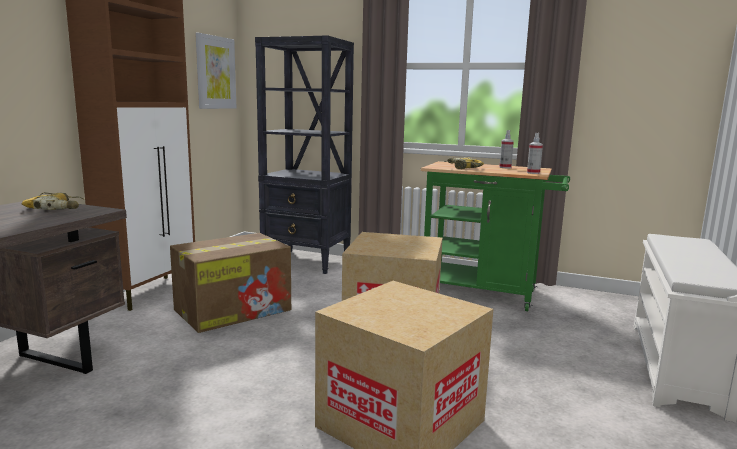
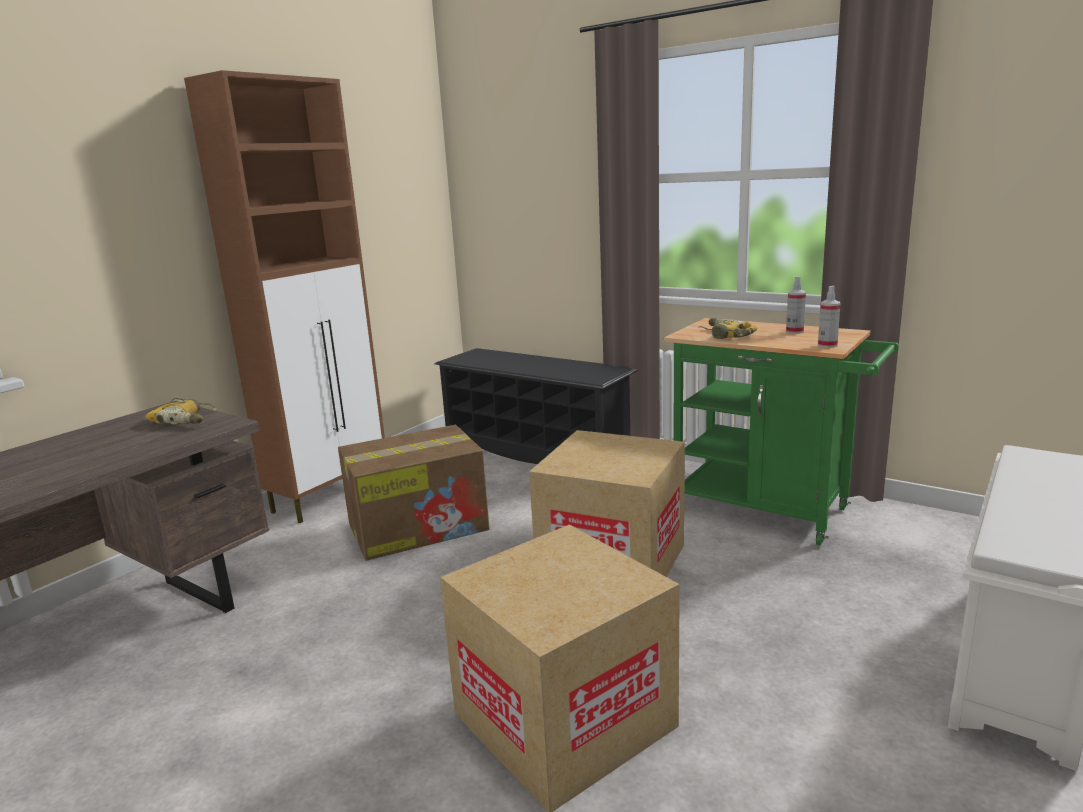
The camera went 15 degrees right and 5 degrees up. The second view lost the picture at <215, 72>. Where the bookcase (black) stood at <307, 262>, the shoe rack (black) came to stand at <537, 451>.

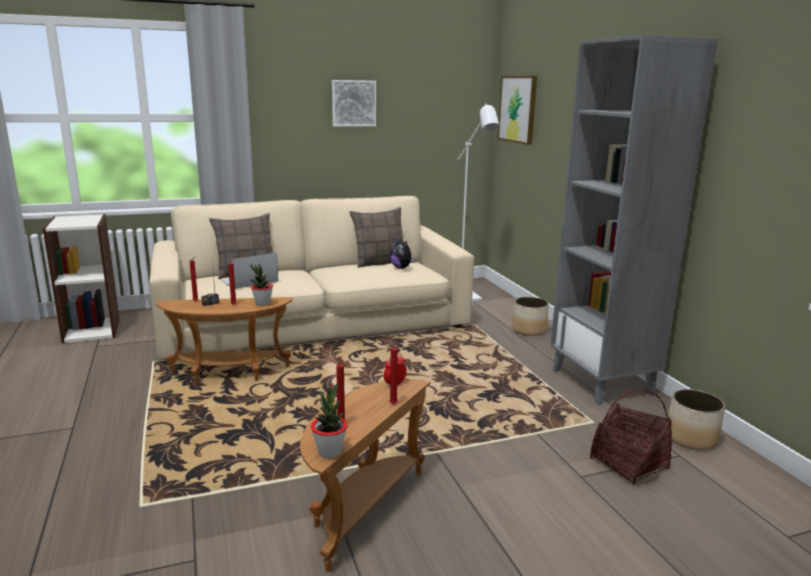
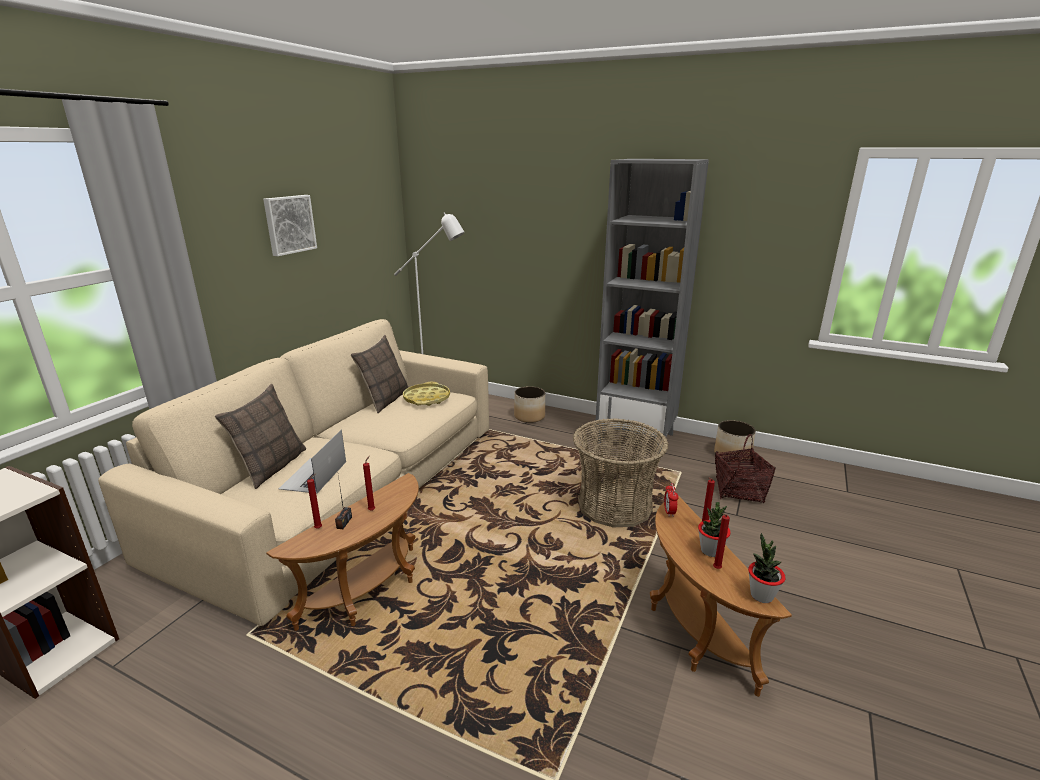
The camera went 45 degrees left and 5 degrees up. The second view lost the picture at <518, 109>. The second view gained the basket at <614, 506>. The potted plant ended up elsewhere, having gone from <262, 303> to <710, 551>. Where the plush toy stood at <401, 268>, the tray (yellow) came to stand at <427, 398>.

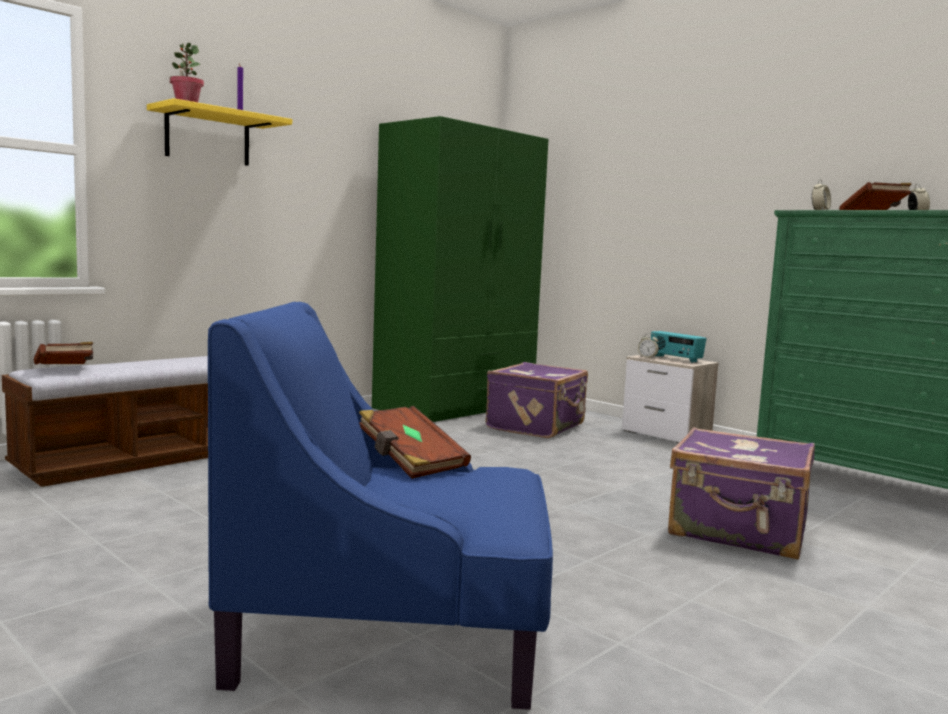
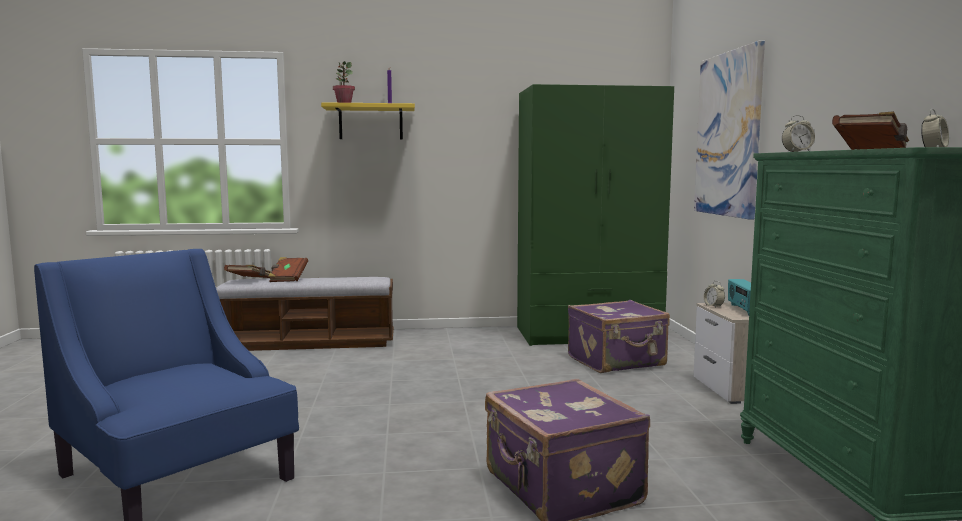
The camera went 40 degrees right and 0 degrees up. The second view gained the picture at <728, 134>. The book (brown) ended up elsewhere, having gone from <410, 462> to <288, 278>.

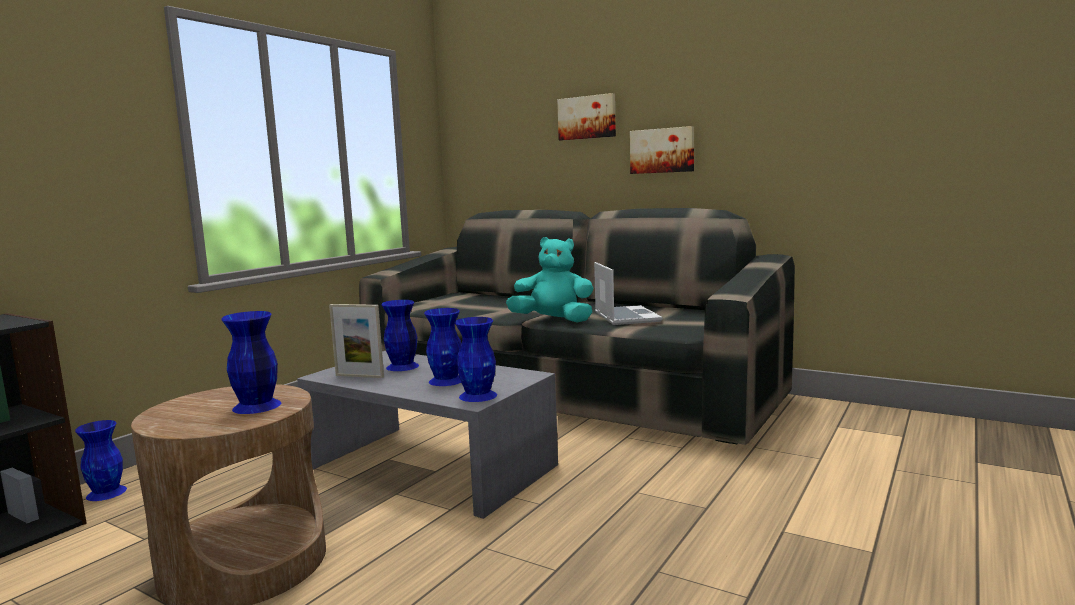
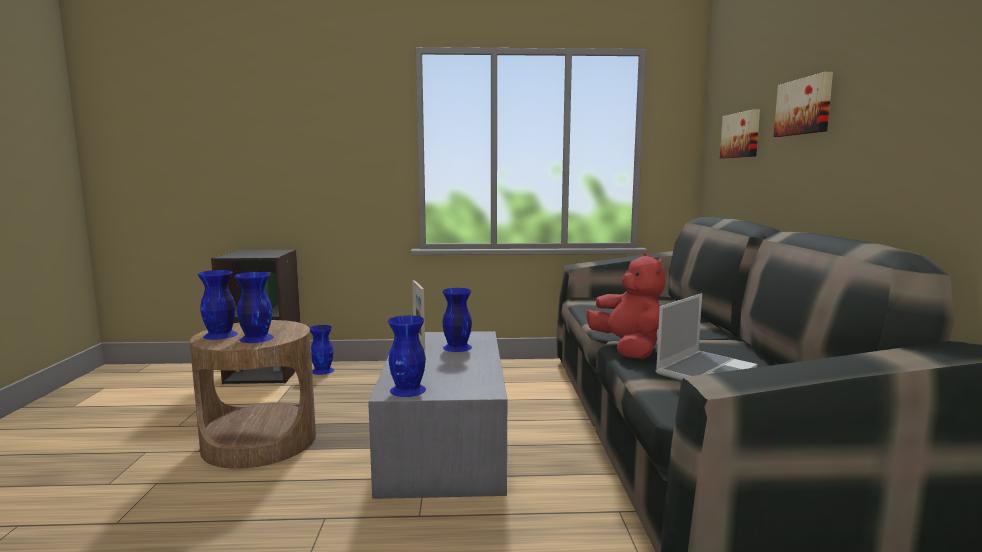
The camera went 55 degrees right and 0 degrees up. The vase (blue) ended up elsewhere, having gone from <446, 381> to <220, 335>. The picture ended up elsewhere, having gone from <662, 150> to <741, 135>. What was the plush toy (turquoise) at <553, 321> turned into the plush toy (red) at <628, 349>.

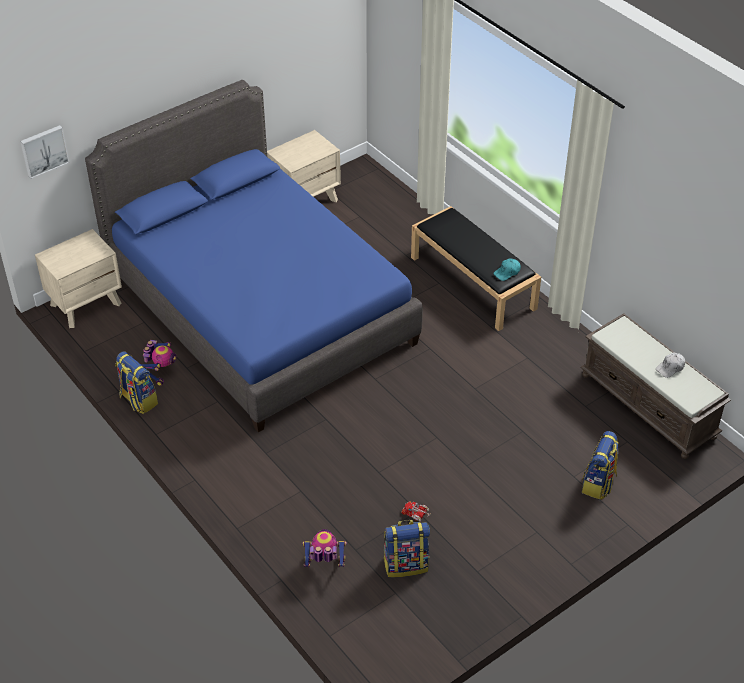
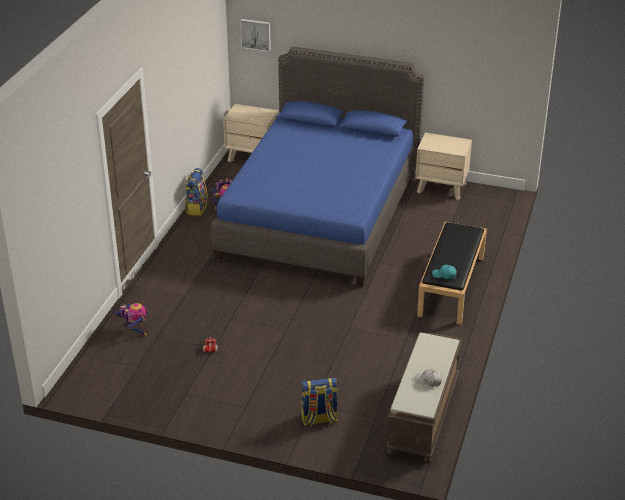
The camera went 55 degrees right and 10 degrees down. The second view lost the backpack at <406, 564>.

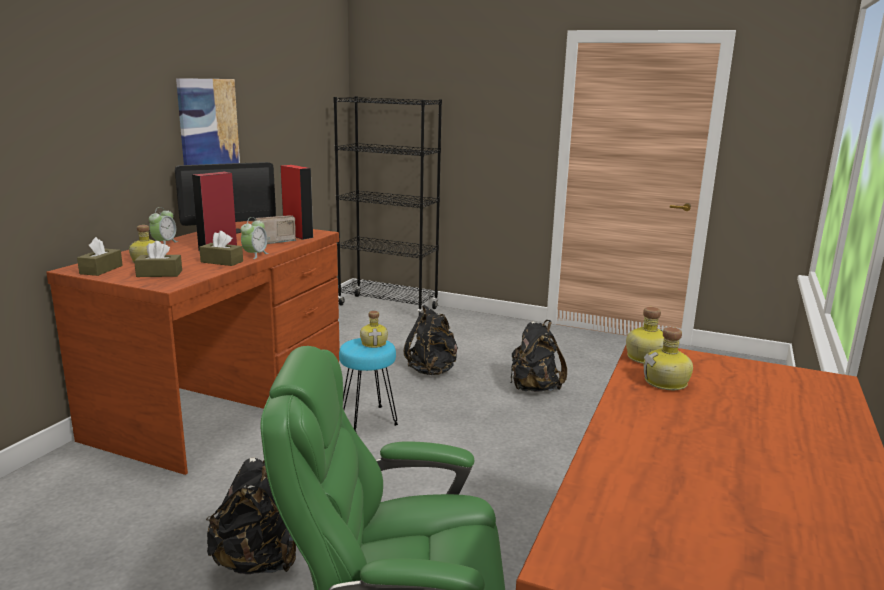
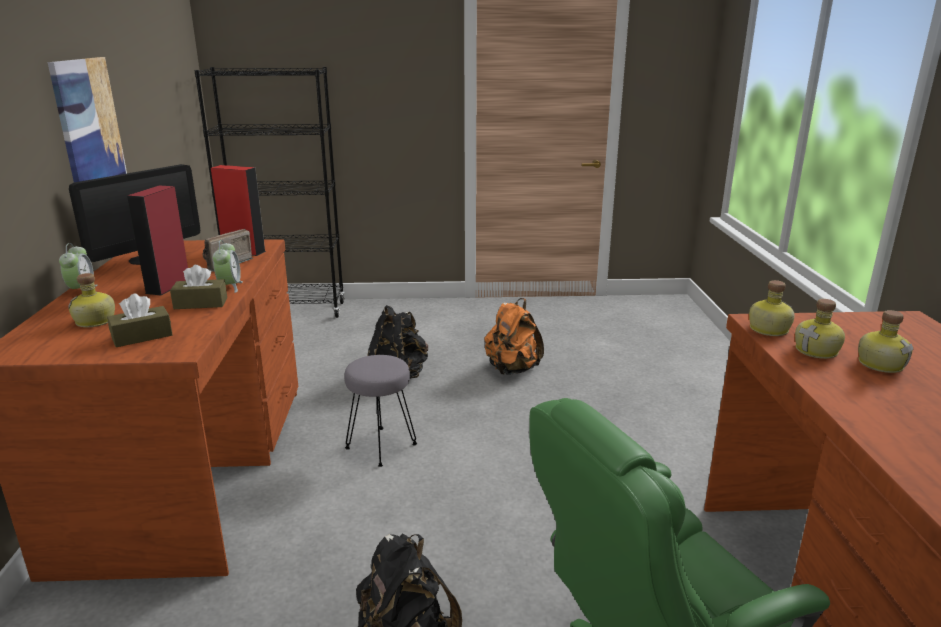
The camera went 25 degrees left and 5 degrees up. The second view lost the tissue box (brown) at <101, 270>. The bottle ended up elsewhere, having gone from <374, 343> to <880, 364>. What was the stool (turquoise) at <368, 420> turned into the stool (grey) at <381, 447>. What was the backpack (black) at <534, 388> turned into the backpack (orange) at <512, 369>.

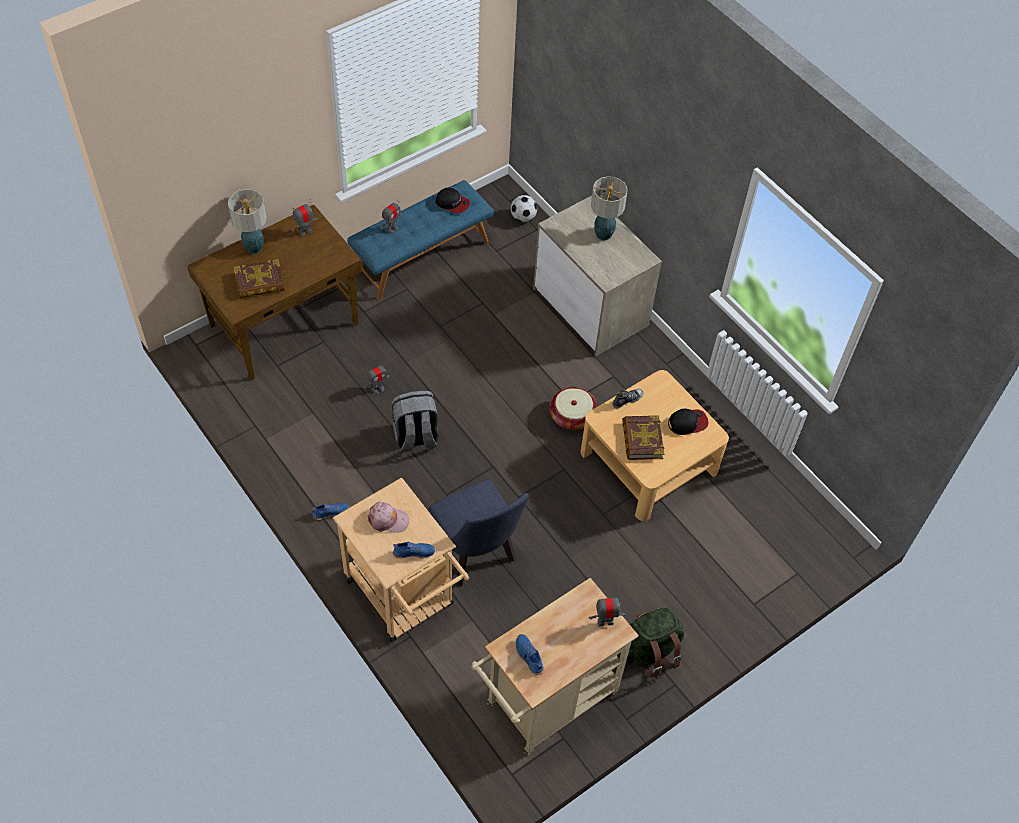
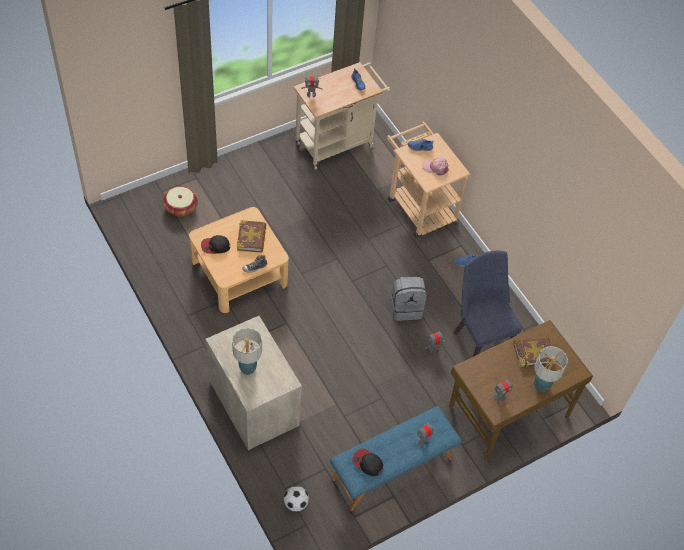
The camera went 175 degrees left and 0 degrees up. The second view lost the backpack (green) at <648, 651>. The chair (blue) ended up elsewhere, having gone from <477, 556> to <479, 337>. The basket ended up elsewhere, having gone from <572, 416> to <180, 207>.

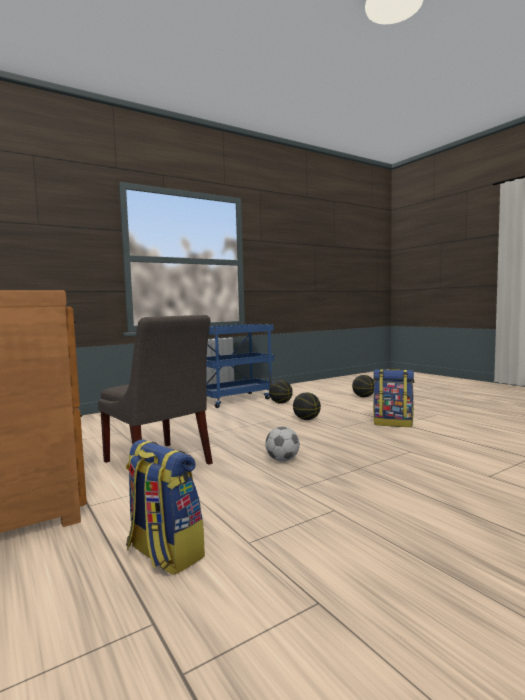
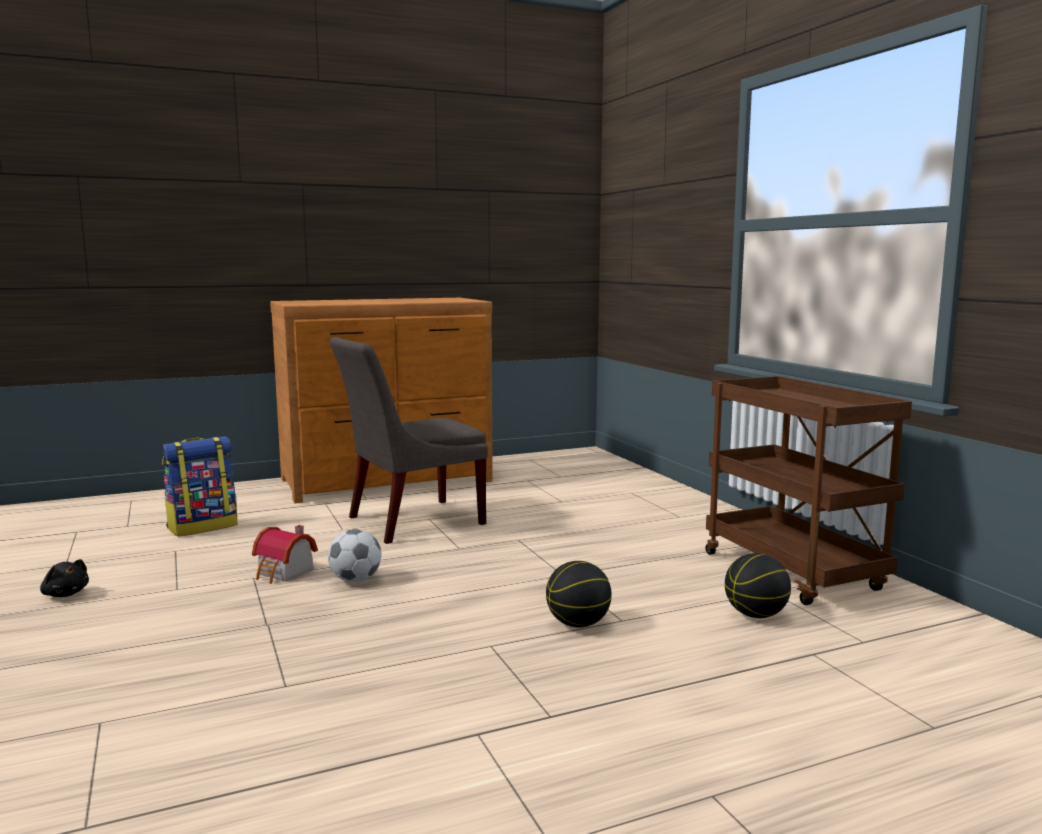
The camera went 100 degrees right and 5 degrees up. The second view lost the basketball at <363, 397>. The second view lost the backpack at <393, 423>. The second view gained the plush toy (black) at <65, 594>. The second view gained the toy house at <284, 573>. What was the cart (blue) at <236, 399> turned into the cart (brown) at <794, 573>.

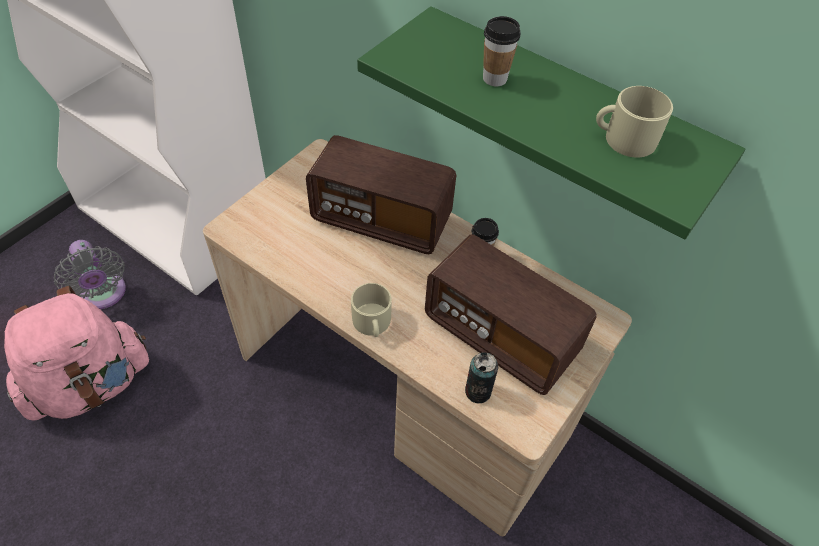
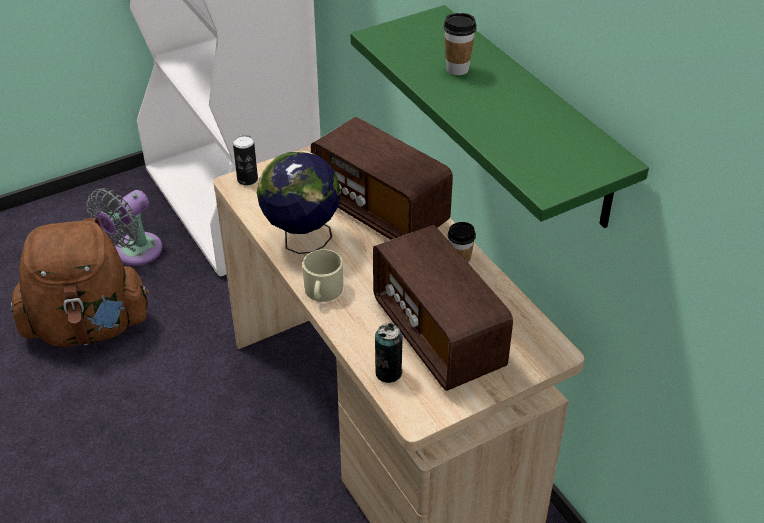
The camera went 25 degrees right and 10 degrees down. The second view lost the mug (beige) at <624, 138>. The second view gained the can at <247, 179>. The second view gained the globe at <302, 241>. What was the backpack (pink) at <91, 384> turned into the backpack (brown) at <88, 326>. The fan (grey) at <103, 295> ended up facing another way, 45 degrees clockwise from before.

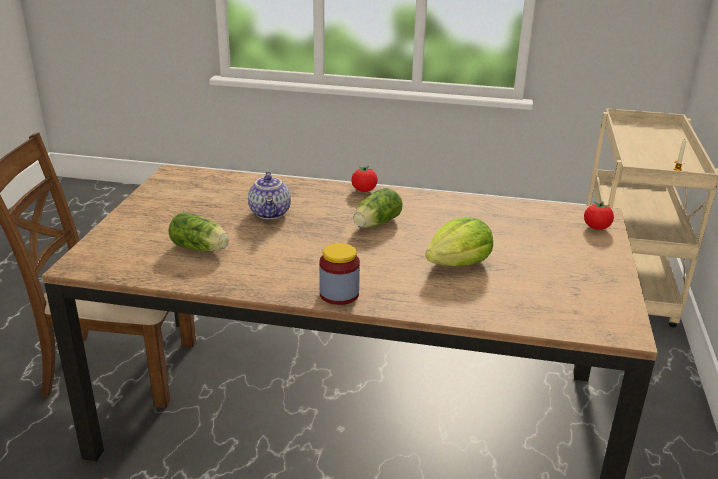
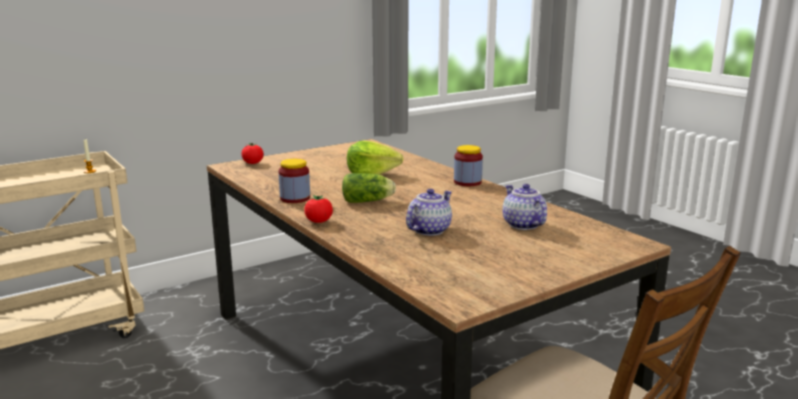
The camera went 135 degrees left and 10 degrees down. The second view gained the jar at <295, 198>. Where the lettuce stood at <201, 249>, the teapot came to stand at <522, 225>.

